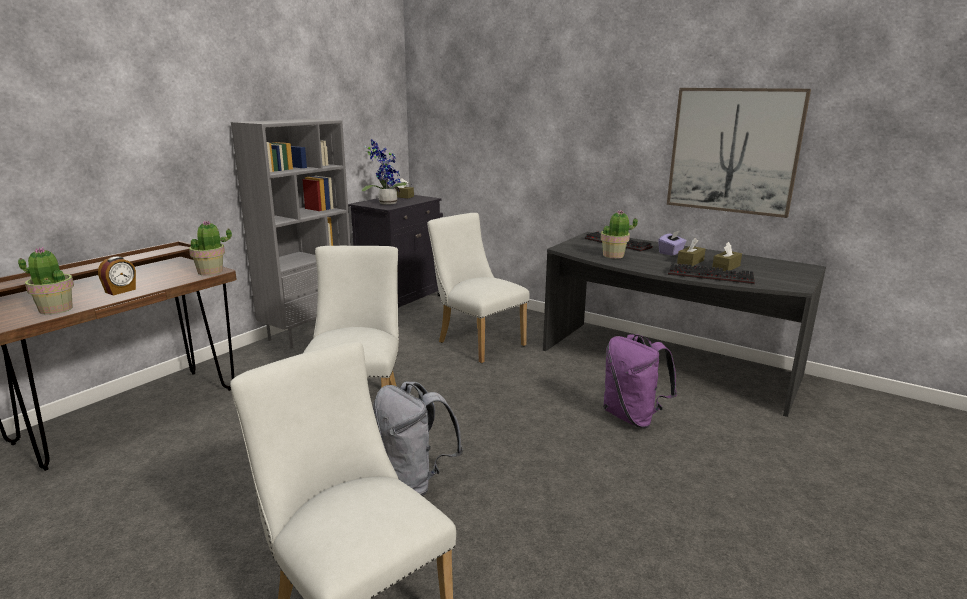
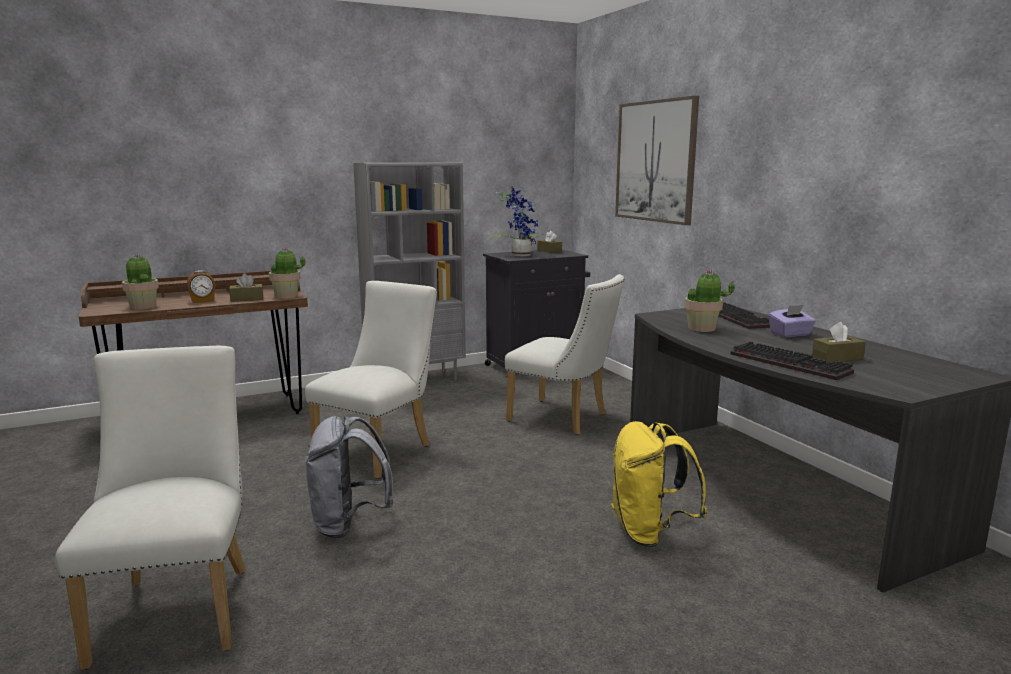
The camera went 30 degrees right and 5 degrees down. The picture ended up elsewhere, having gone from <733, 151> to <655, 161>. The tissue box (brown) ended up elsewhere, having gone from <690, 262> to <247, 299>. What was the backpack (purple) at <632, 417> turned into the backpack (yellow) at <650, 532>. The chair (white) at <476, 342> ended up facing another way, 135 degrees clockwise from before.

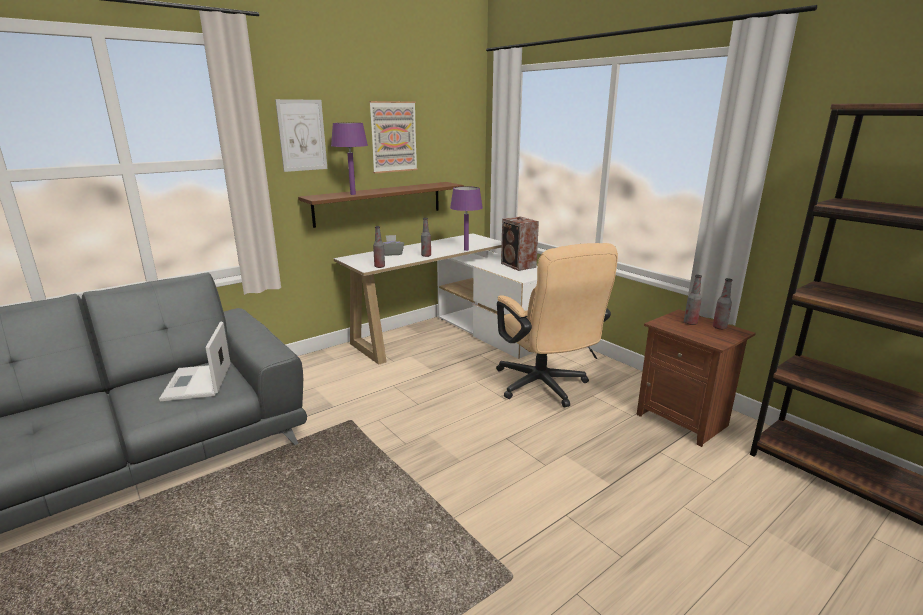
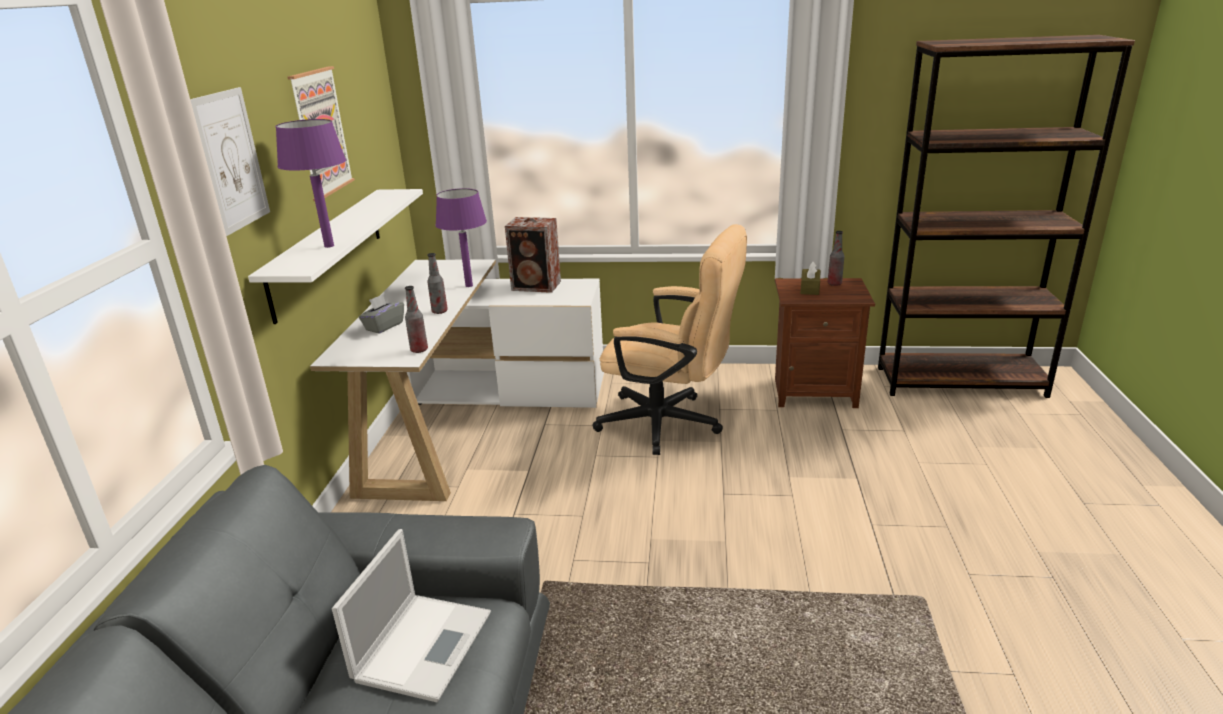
The camera went 45 degrees left and 5 degrees up. Where the bottle stood at <690, 323>, the tissue box (brown) came to stand at <810, 288>. What was the shelf (brown) at <379, 203> turned into the shelf (white) at <328, 250>. The laptop at <197, 383> ended up facing another way, 105 degrees counterclockwise from before.

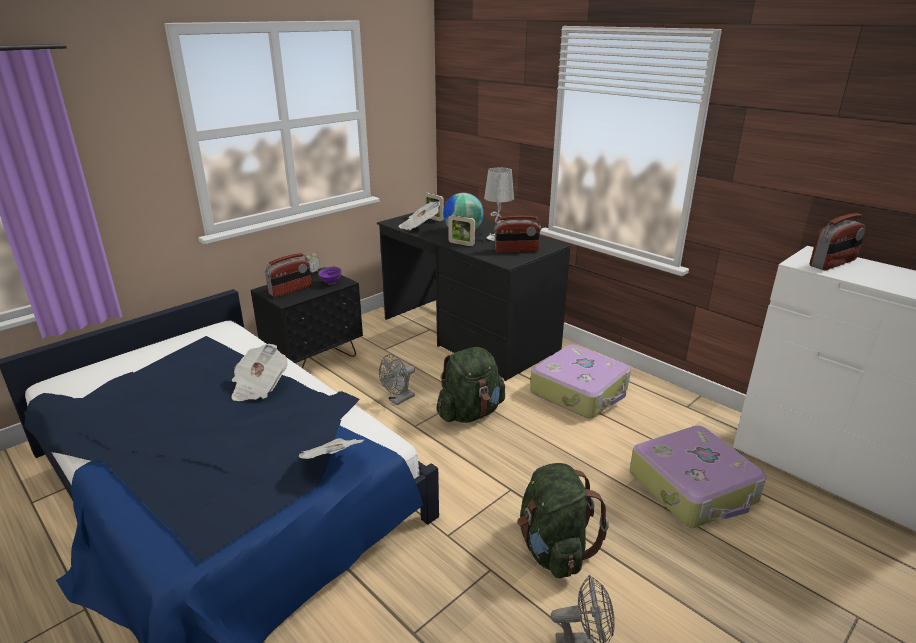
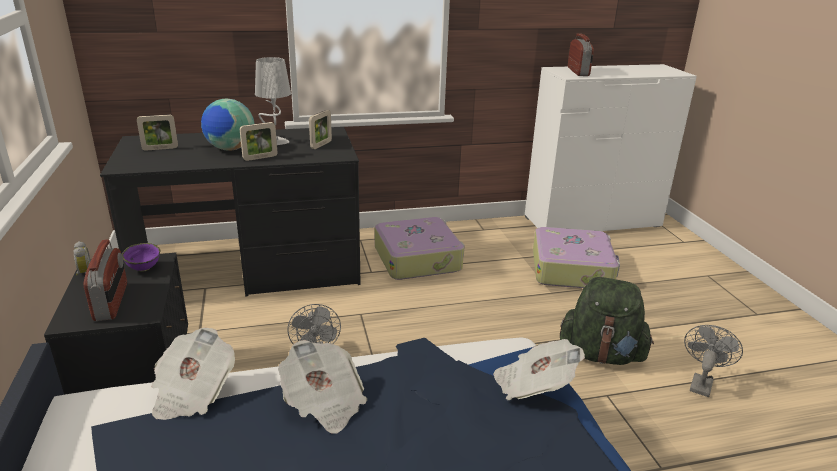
The camera went 60 degrees left and 0 degrees up. The second view lost the backpack (green) at <470, 413>. The newspaper ended up elsewhere, having gone from <419, 227> to <192, 392>. Where the radio stood at <516, 250>, the picture frame came to stand at <321, 145>.

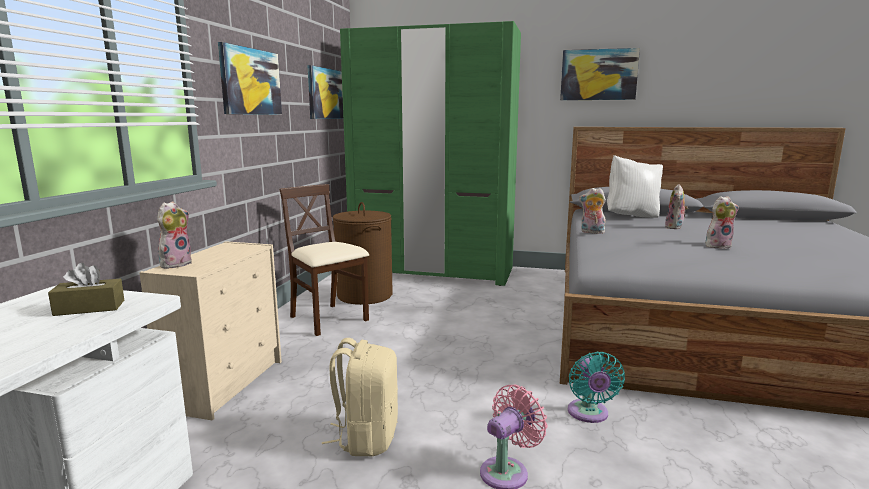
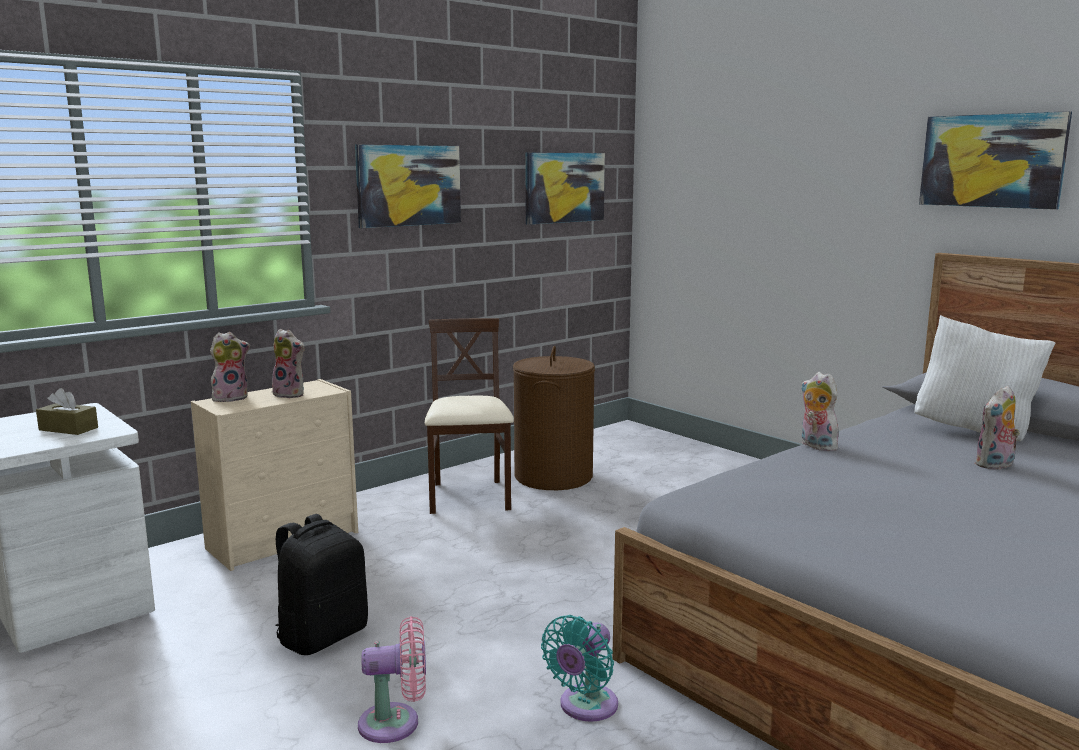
The camera went 35 degrees right and 0 degrees up. The second view lost the wardrobe (green) at <432, 271>. The plush toy ended up elsewhere, having gone from <717, 246> to <291, 394>. What was the backpack (beige) at <366, 438> turned into the backpack (black) at <322, 636>.

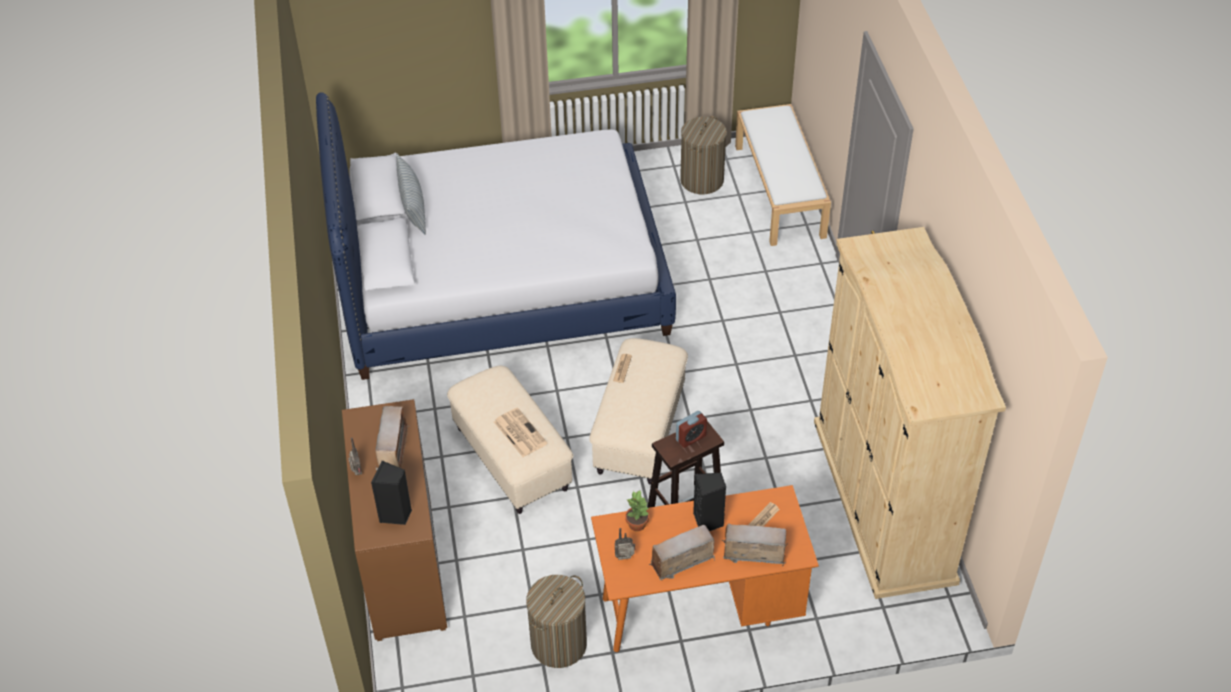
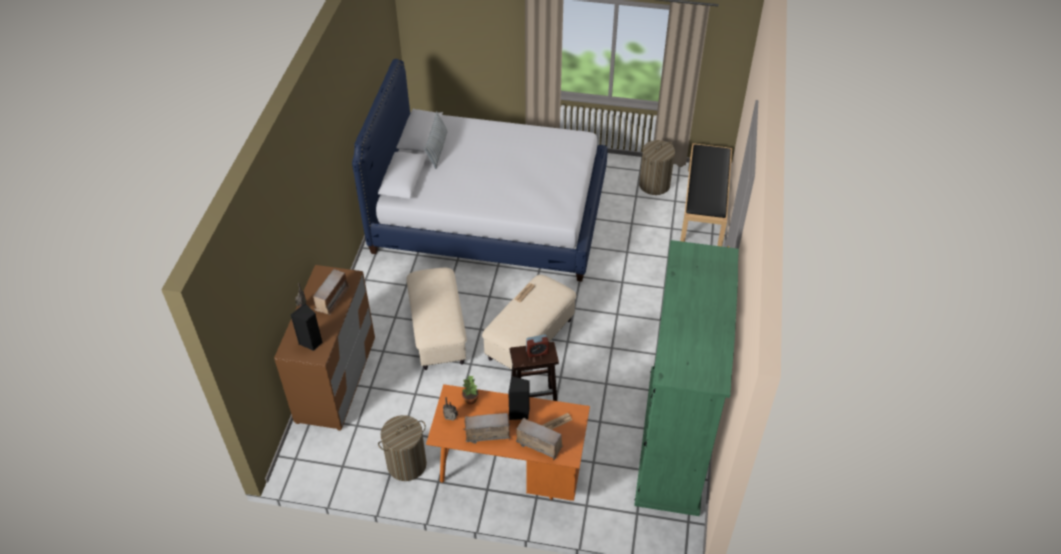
The camera went 20 degrees right and 0 degrees up. The second view lost the newspaper at <519, 432>. What was the bench (white) at <780, 191> turned into the bench (black) at <705, 206>. What was the wardrobe (beige) at <883, 500> turned into the wardrobe (green) at <674, 439>.

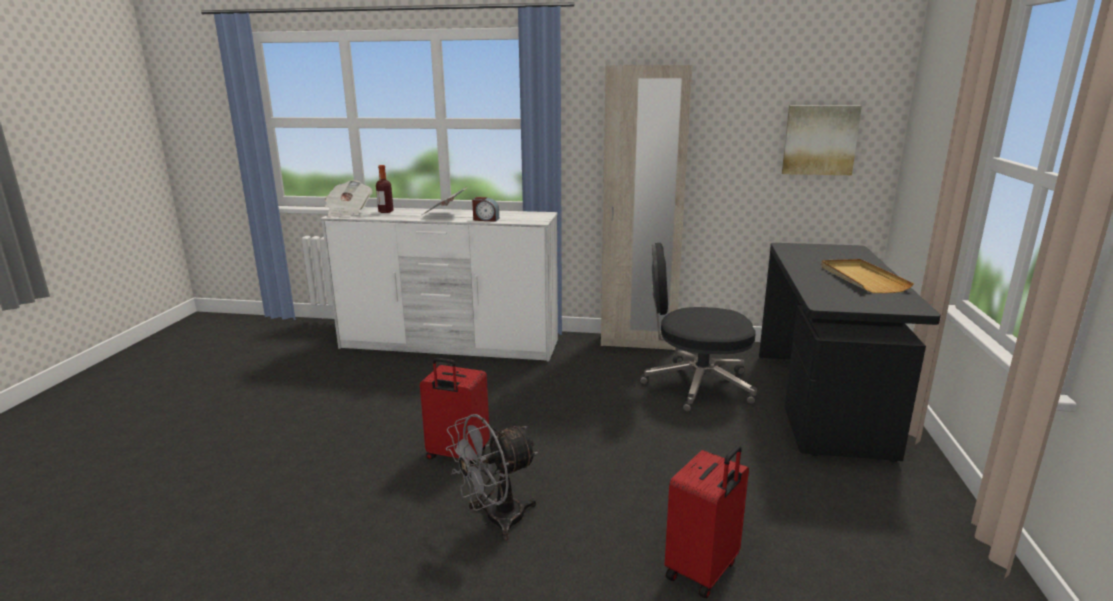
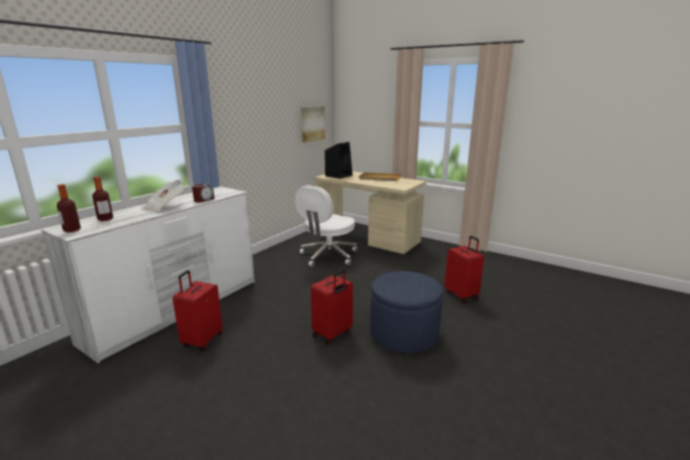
The camera went 65 degrees left and 0 degrees up. The second view lost the wardrobe (beige) at <638, 342>. The second view gained the suitcase (red) at <202, 340>. The second view gained the speaker (black) at <339, 175>. Where the newspaper stood at <348, 212>, the bottle came to stand at <72, 230>. Where the fan (grey) stood at <495, 520>, the ottoman (blue) came to stand at <403, 334>. What was the office chair (black) at <696, 385> turned into the office chair (white) at <328, 256>. What was the desk (black) at <823, 402> turned into the desk (beige) at <368, 239>.

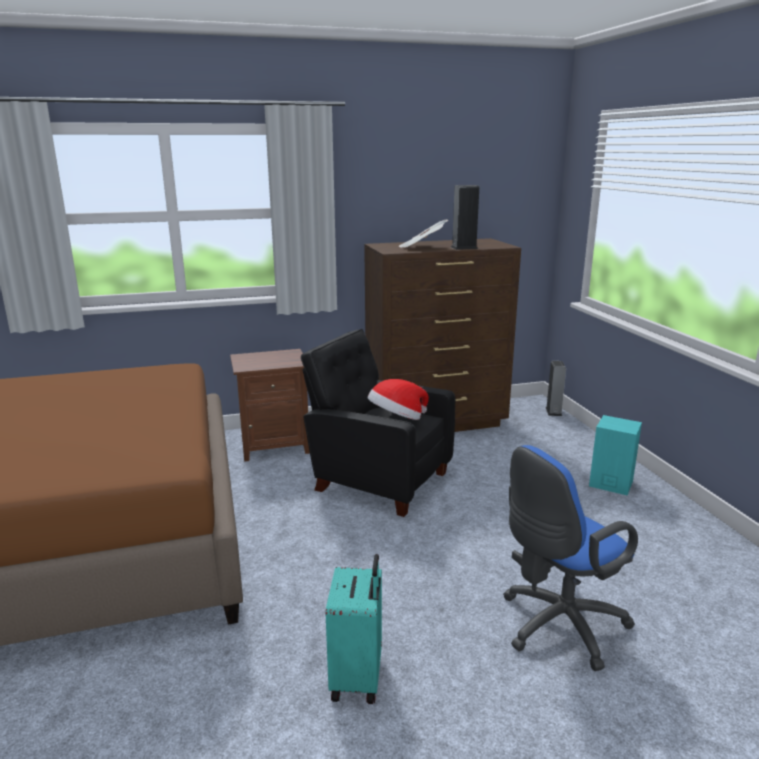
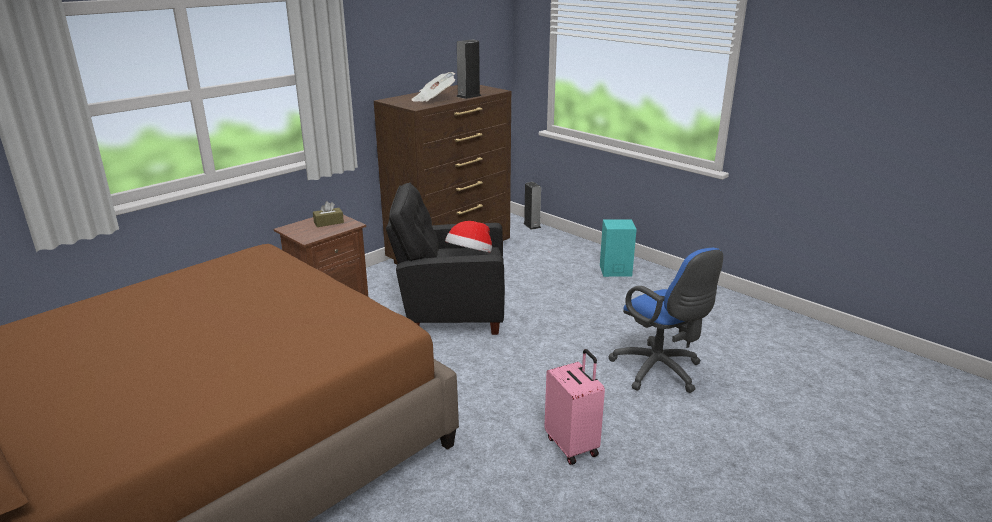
The camera went 30 degrees left and 5 degrees up. The second view gained the tissue box (brown) at <328, 222>. What was the suitcase (turquoise) at <358, 678> turned into the suitcase (pink) at <573, 445>. The office chair (blue) at <557, 626> ended up facing another way, 60 degrees counterclockwise from before.

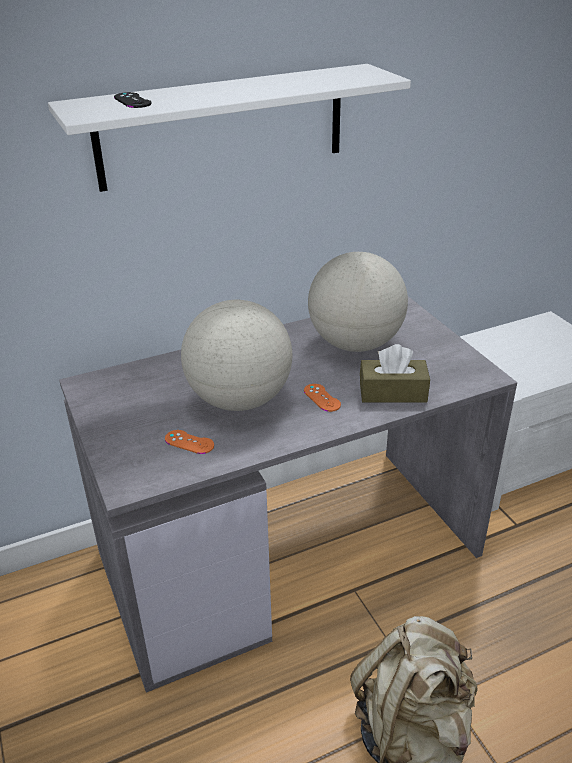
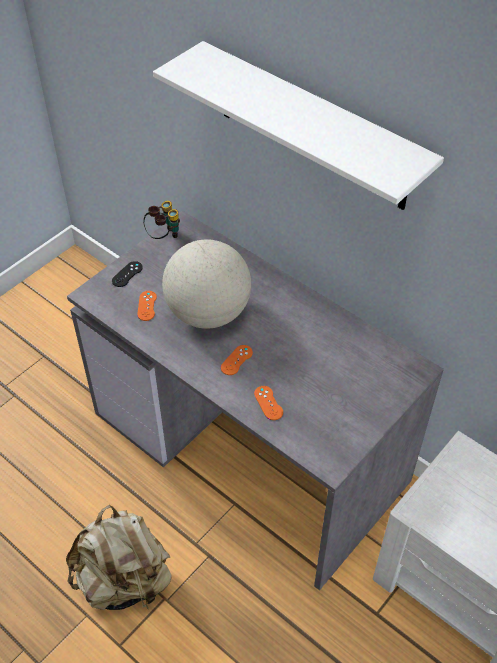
The camera went 65 degrees right and 15 degrees up. The second view lost the globe at <355, 344>. The second view gained the binoculars at <163, 236>. The game controller (black) ended up elsewhere, having gone from <132, 101> to <127, 274>. Where the tissue box (brown) stood at <393, 392>, the game controller (orange) came to stand at <268, 403>.

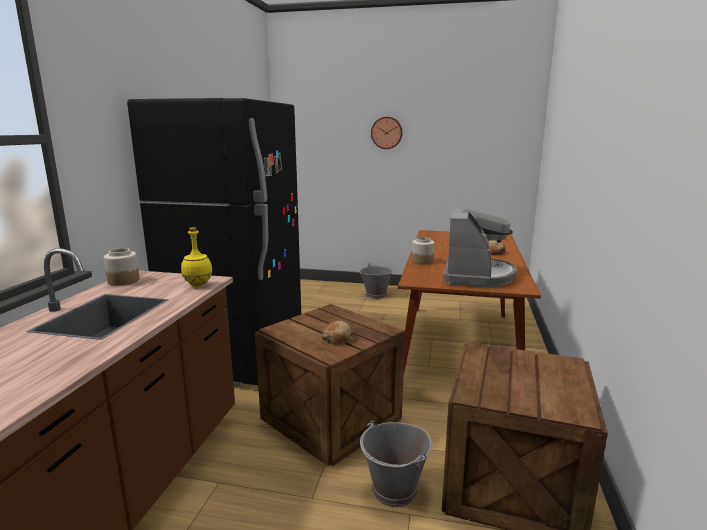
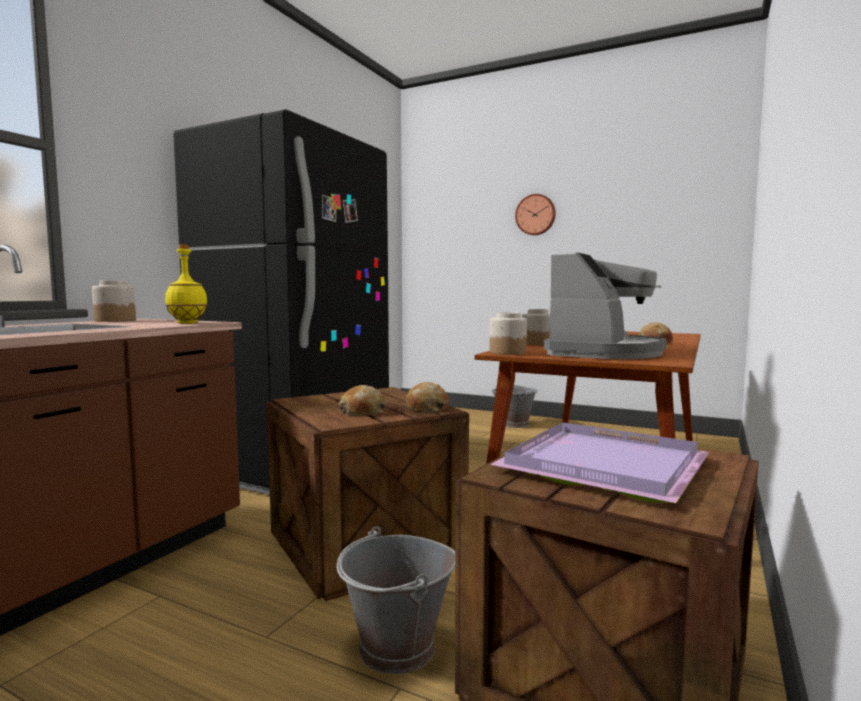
The camera went 15 degrees right and 10 degrees down. The second view gained the bread at <426, 408>. The second view gained the jar at <507, 352>. The second view gained the tray (purple) at <605, 467>.

